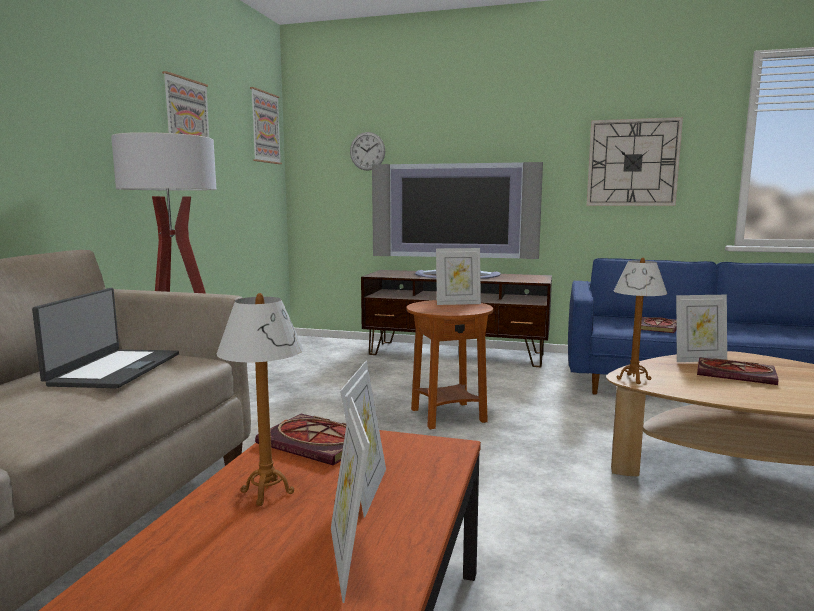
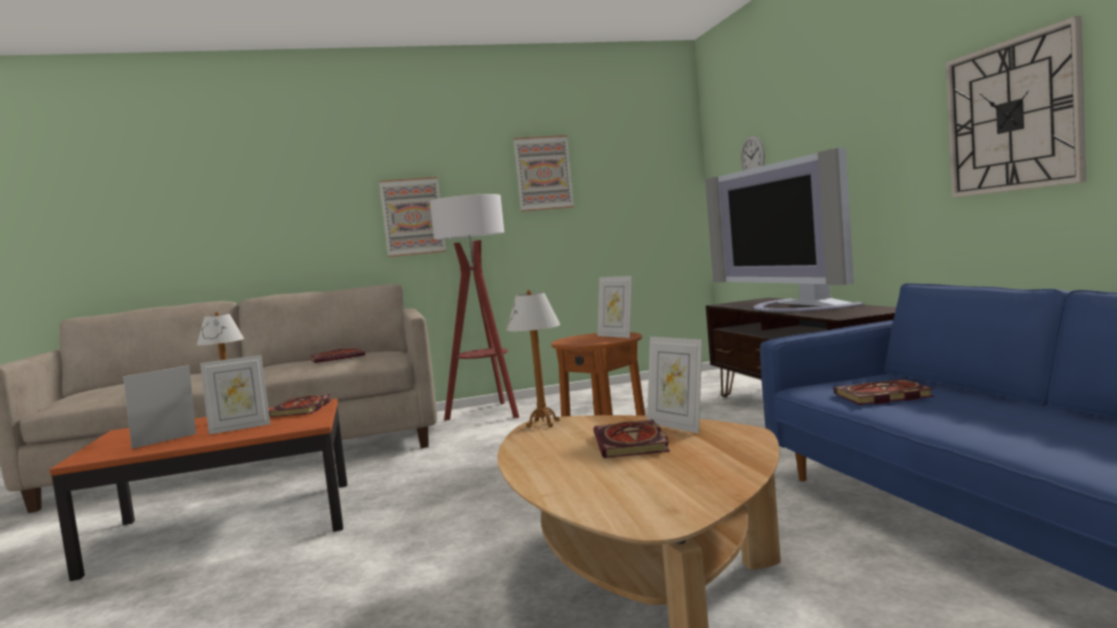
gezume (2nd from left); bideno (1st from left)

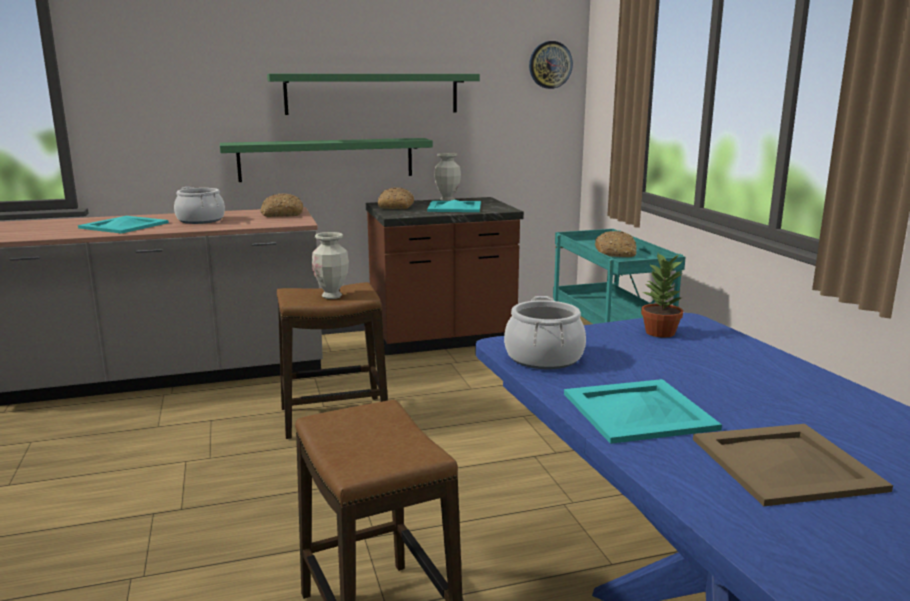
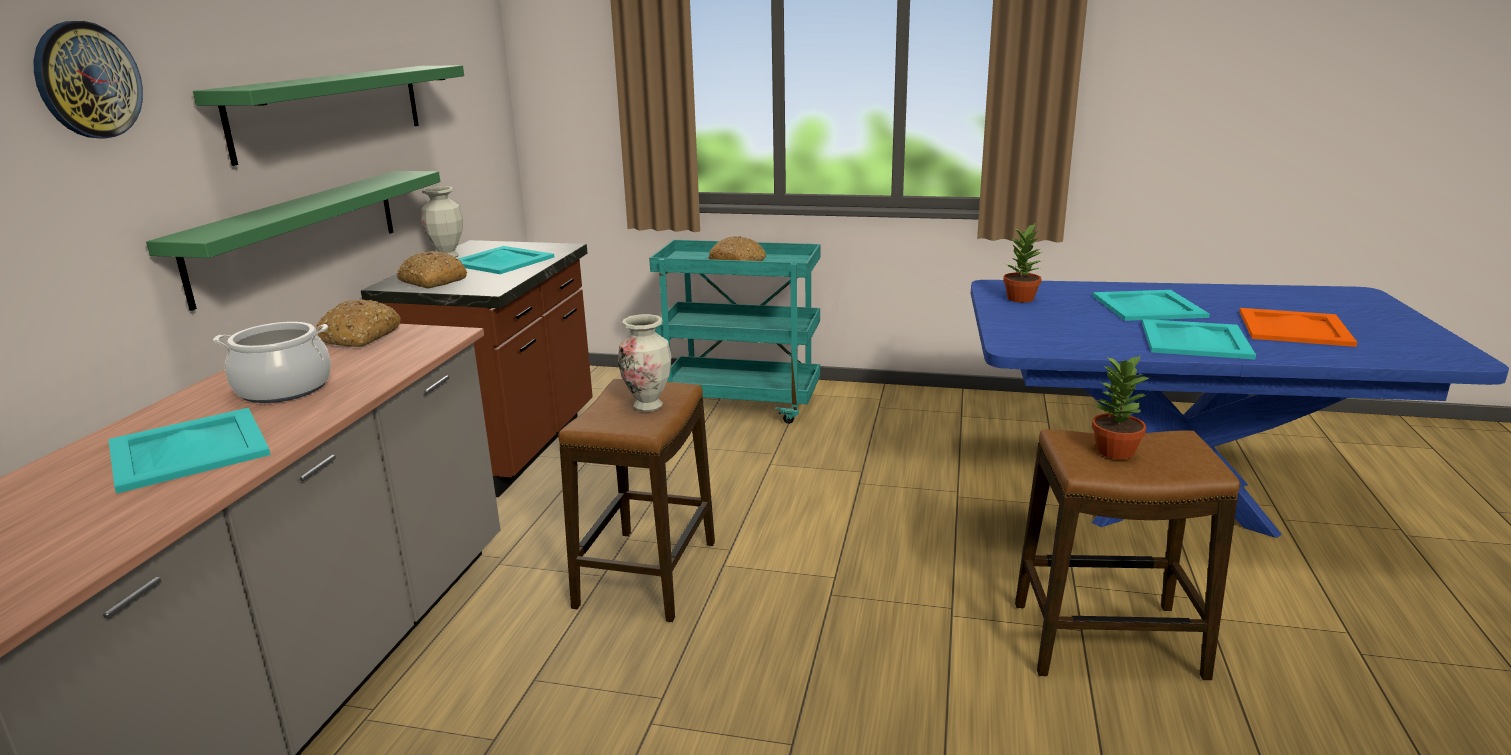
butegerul (2nd from left in the first image); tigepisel; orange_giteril; turquoise_giteril (3rd from left); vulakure (2nd from left)

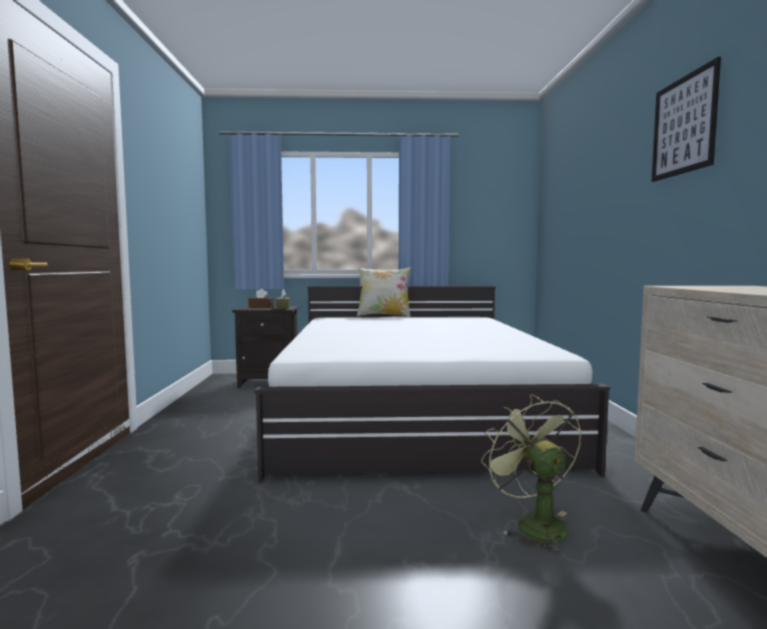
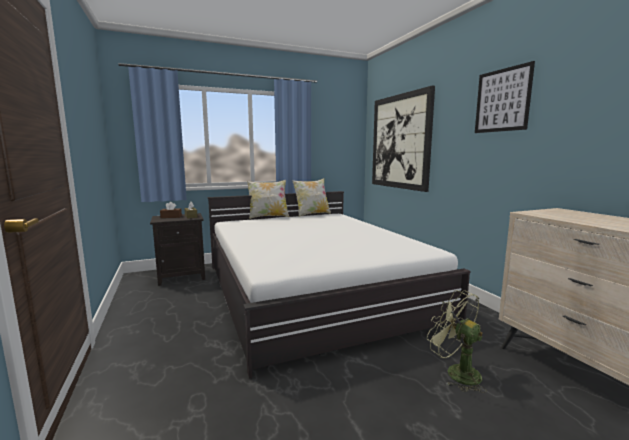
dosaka (2nd from left); bideno (1st from left)

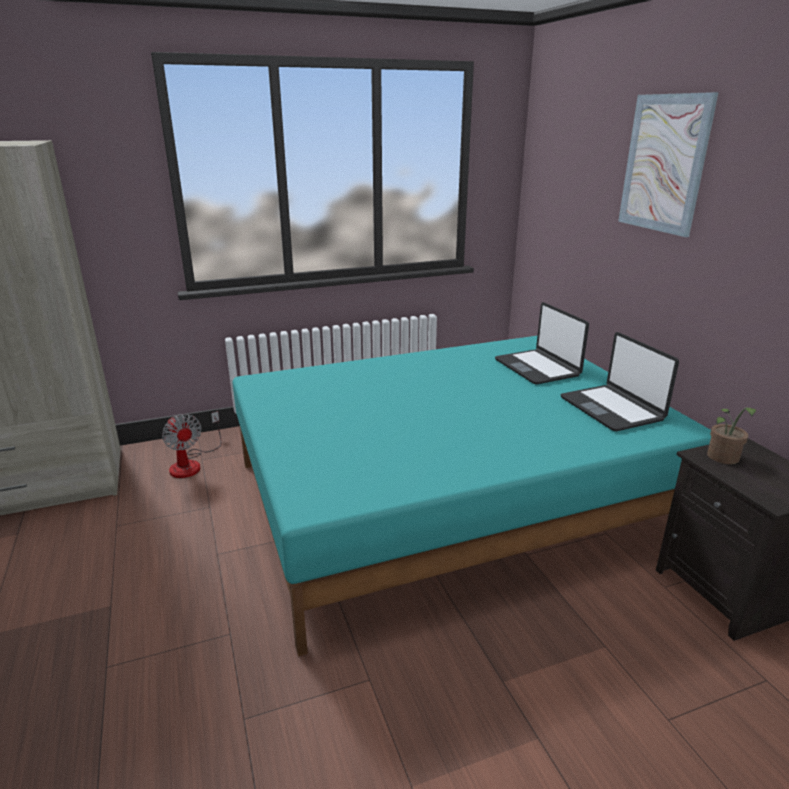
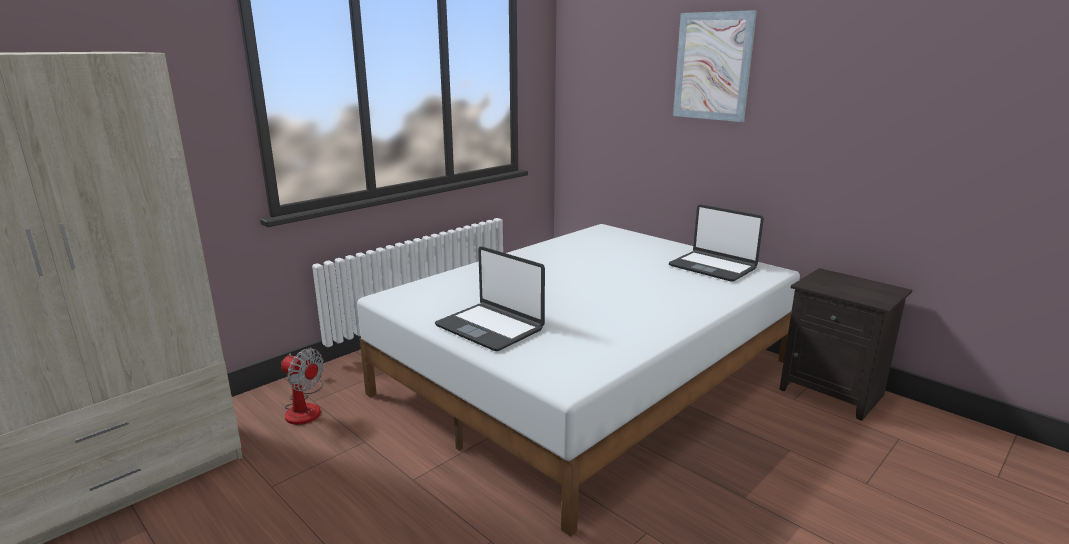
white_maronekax; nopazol (1st from left); vulakure

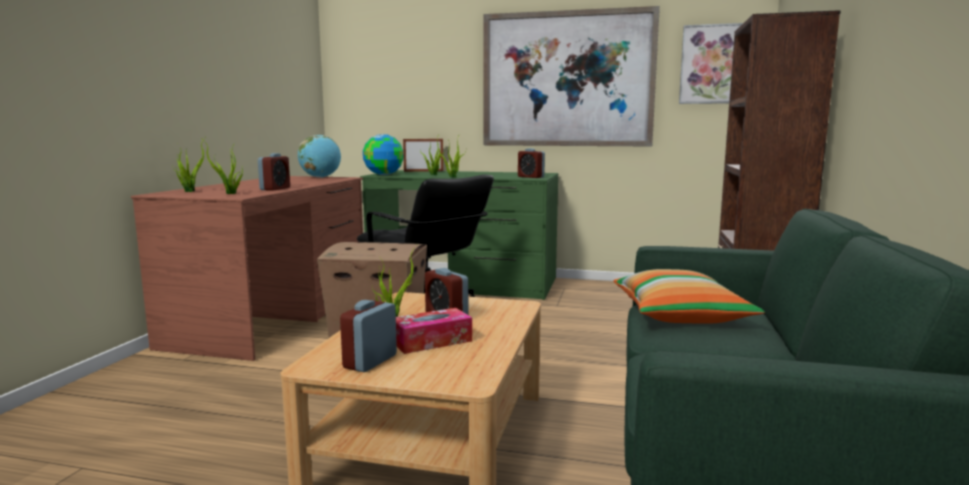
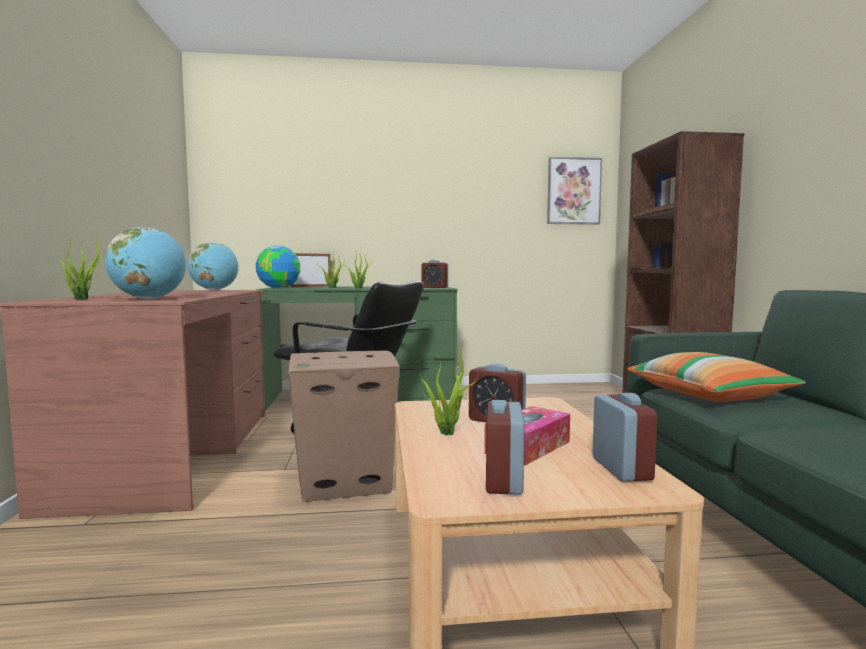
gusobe (1st from left); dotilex (4th from left); bideno (1st from left in the first image)

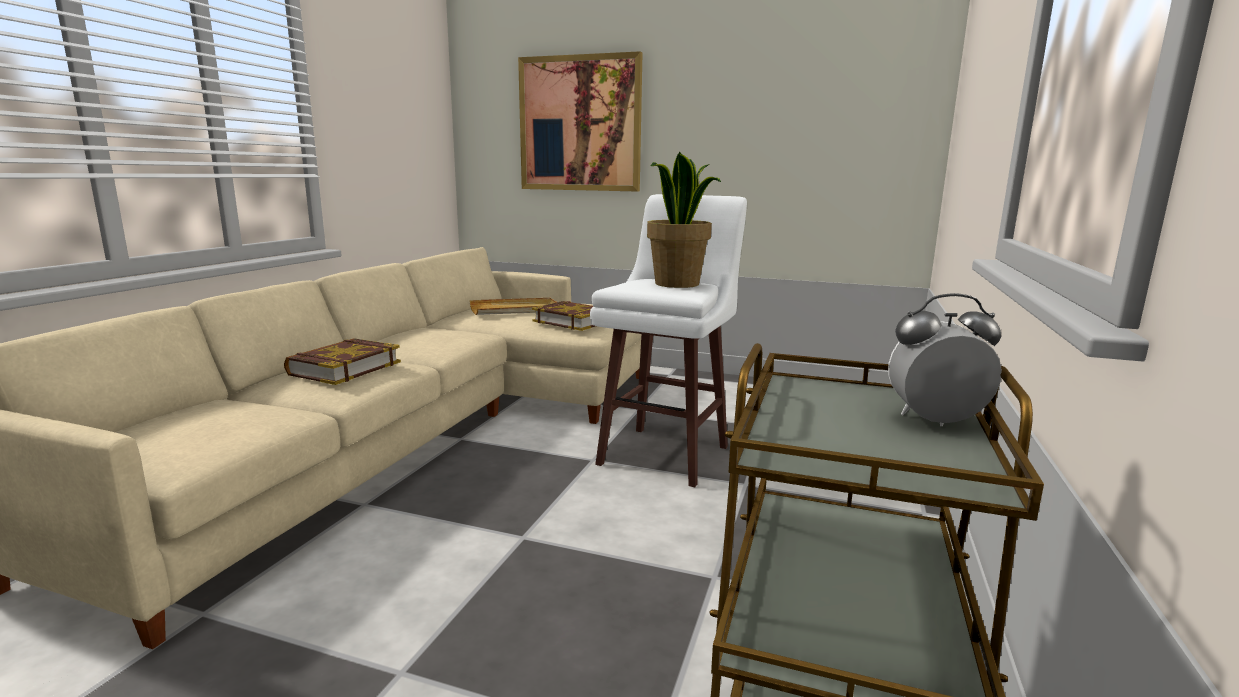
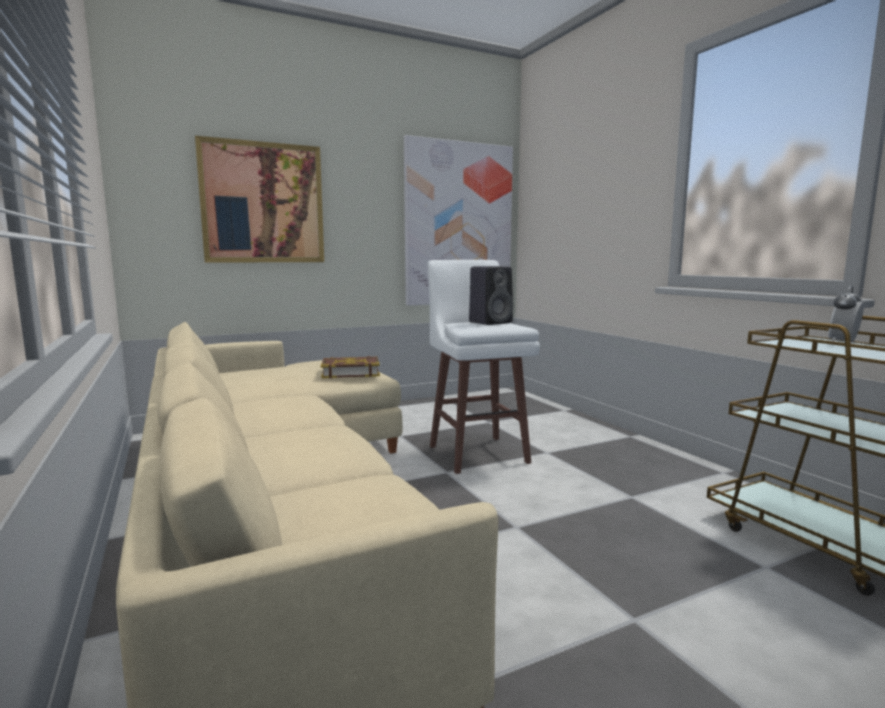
gezume (1st from left in the first image); beige_giteril; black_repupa; bideno (2nd from left)

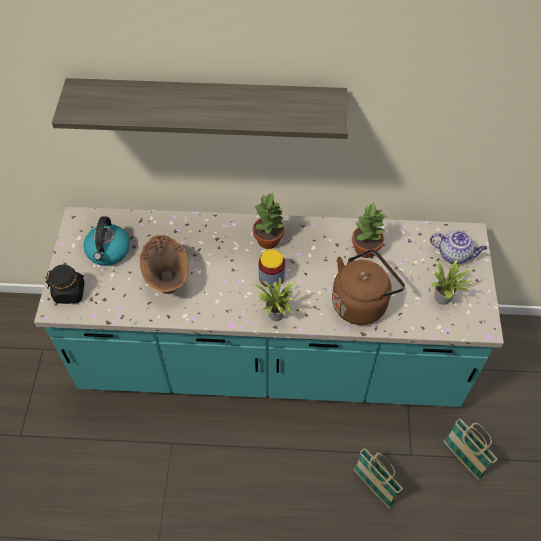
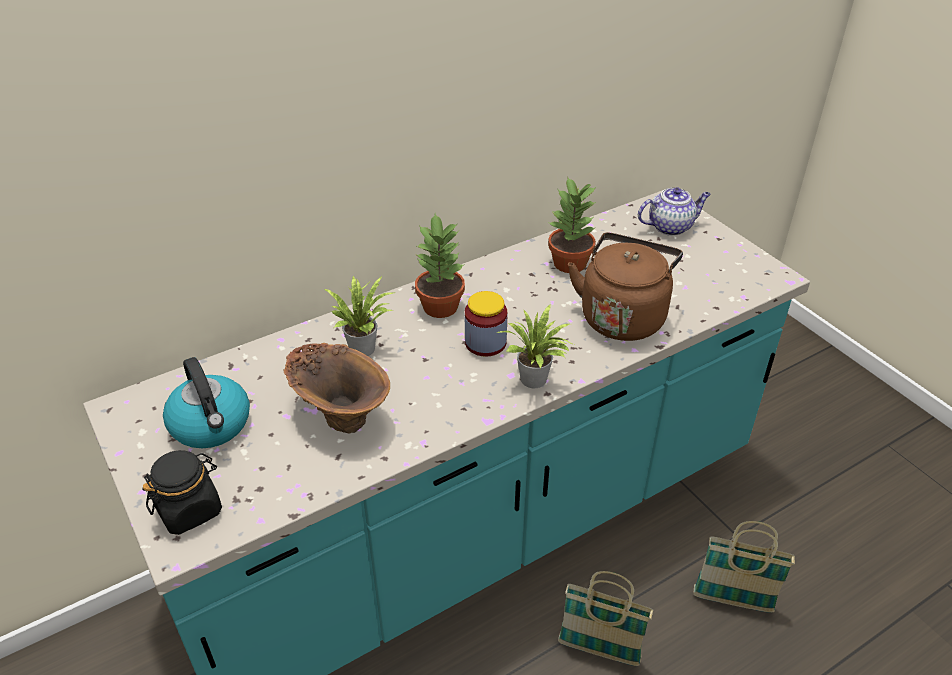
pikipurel; vulakure (1st from left); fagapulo (1st from left)

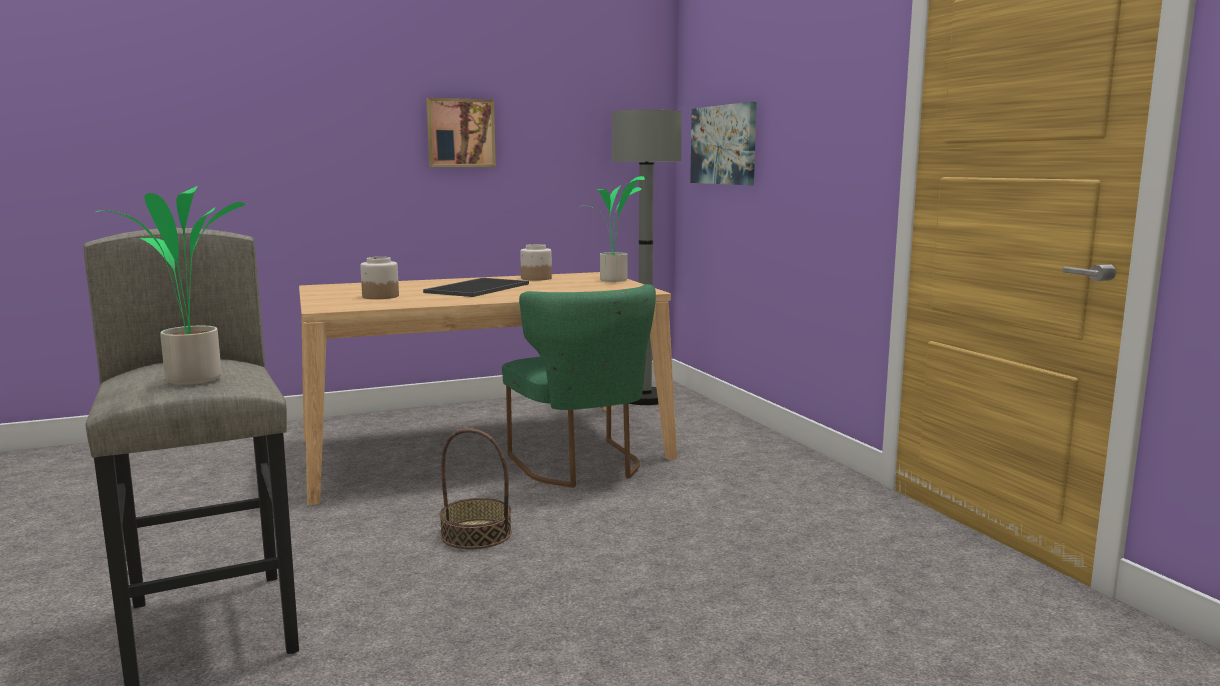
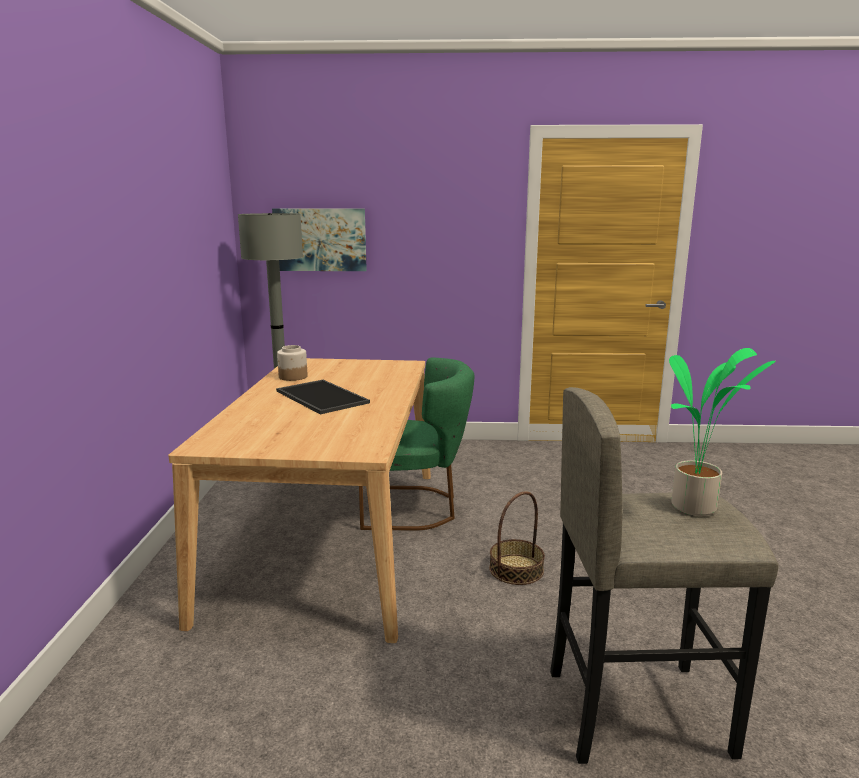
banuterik (1st from left in the first image); bideno (1st from left in the first image); vulakure (2nd from left in the first image)

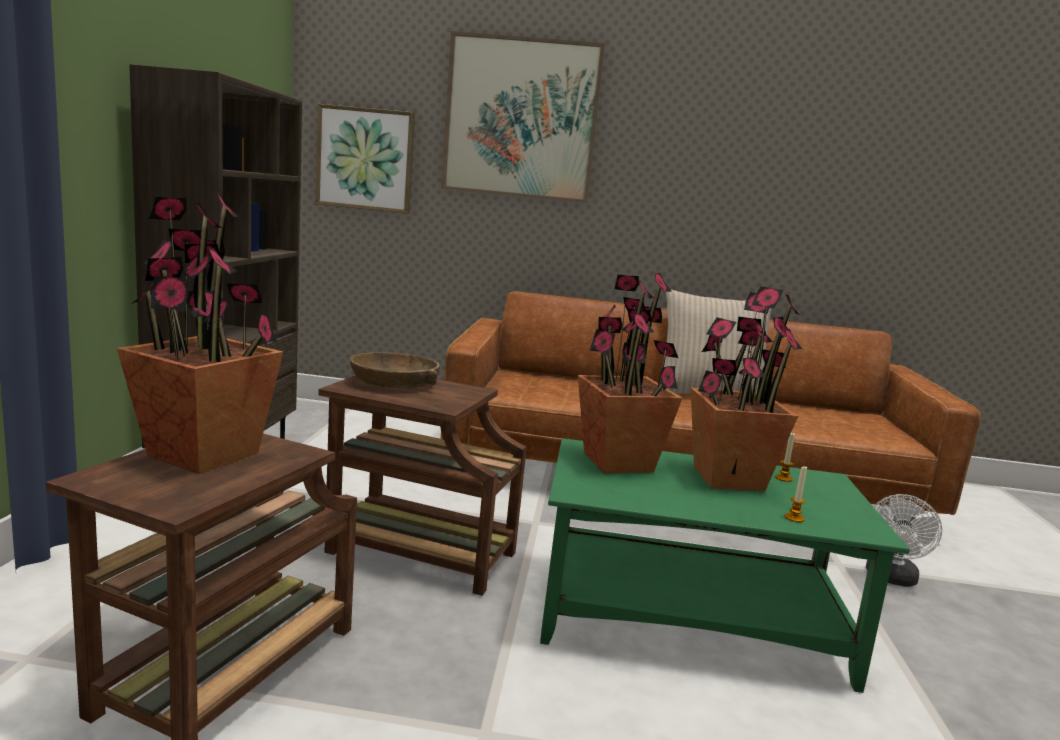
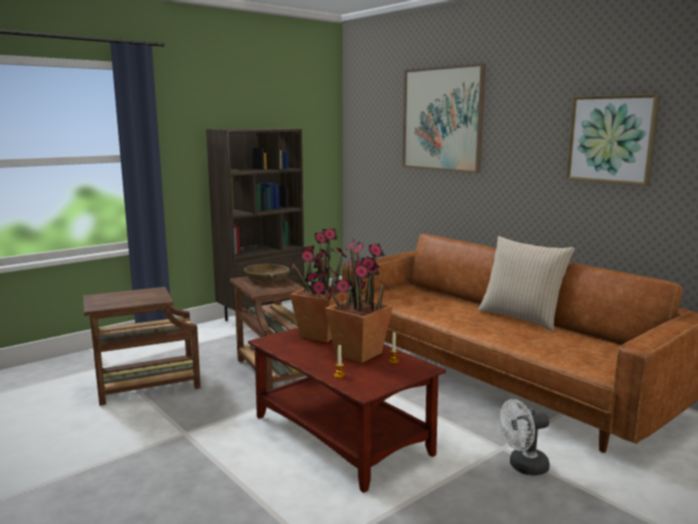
vulakure (1st from left in the first image); bideno (2nd from left); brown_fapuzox

